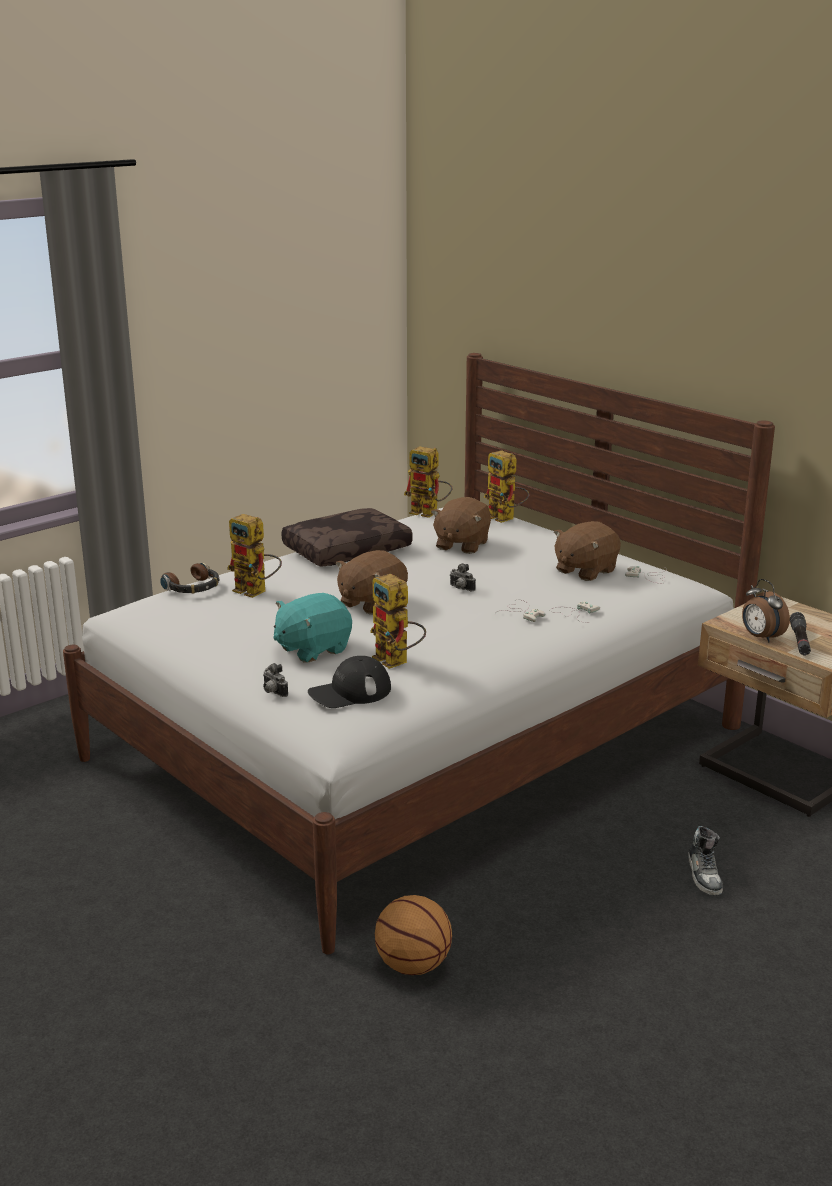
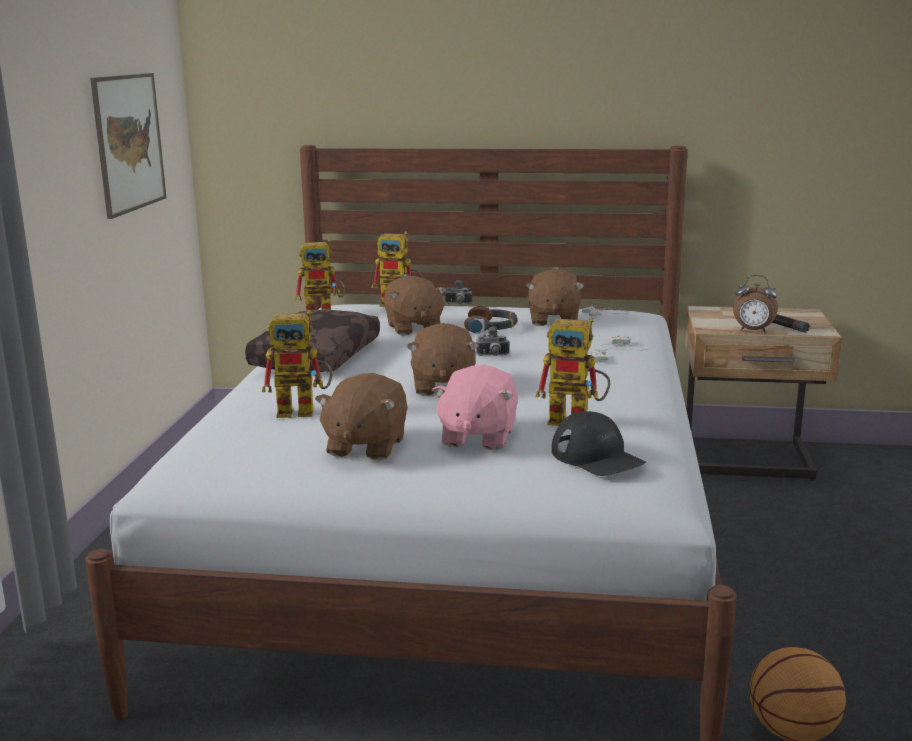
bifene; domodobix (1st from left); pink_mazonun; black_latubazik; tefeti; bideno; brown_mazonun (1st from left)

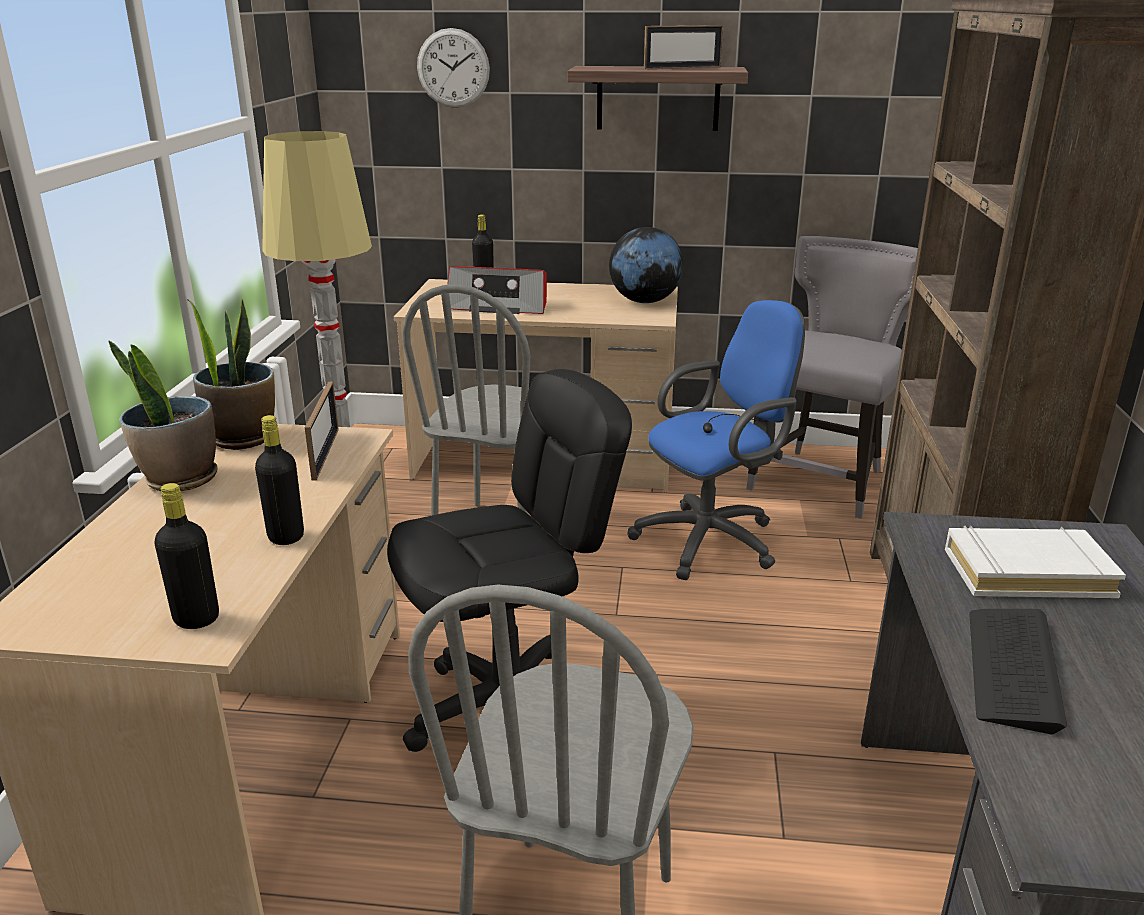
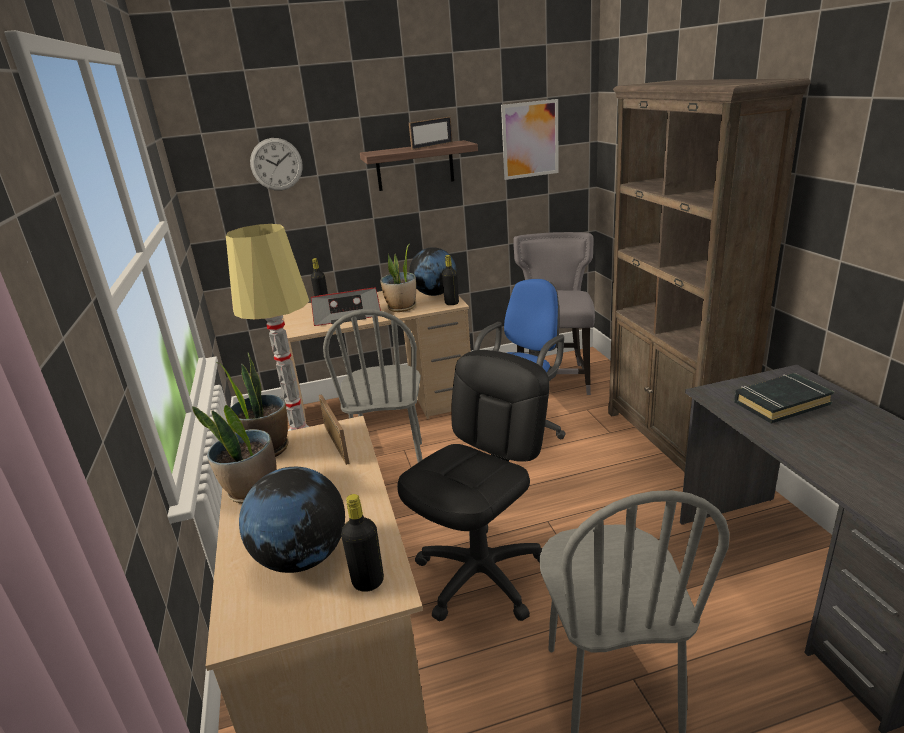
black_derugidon (3rd from left); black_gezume; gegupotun; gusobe (1st from left); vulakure (3rd from left); bideno

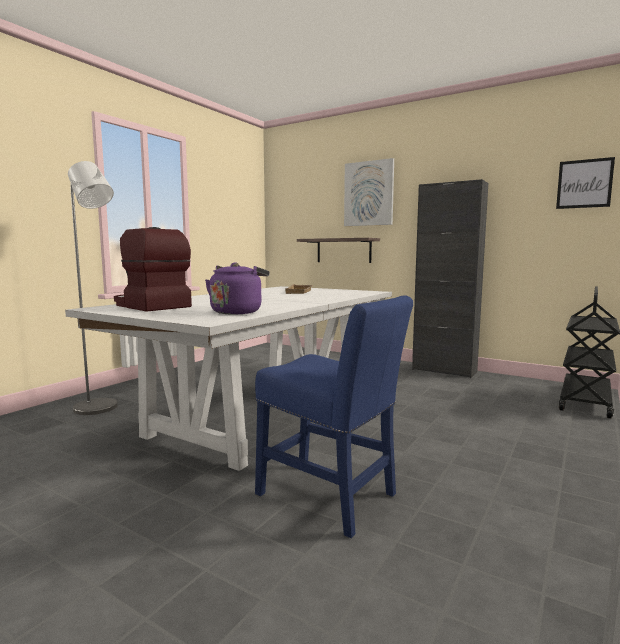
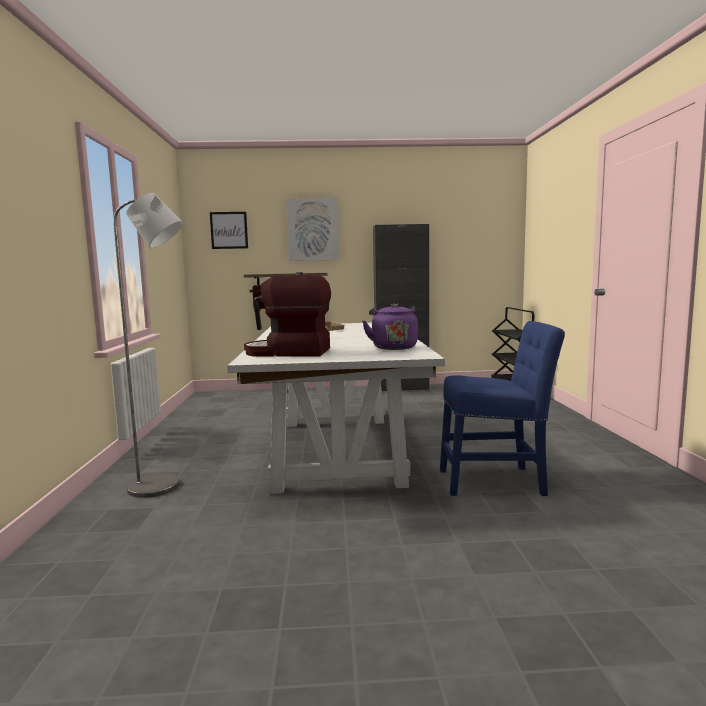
bideno (1st from left)

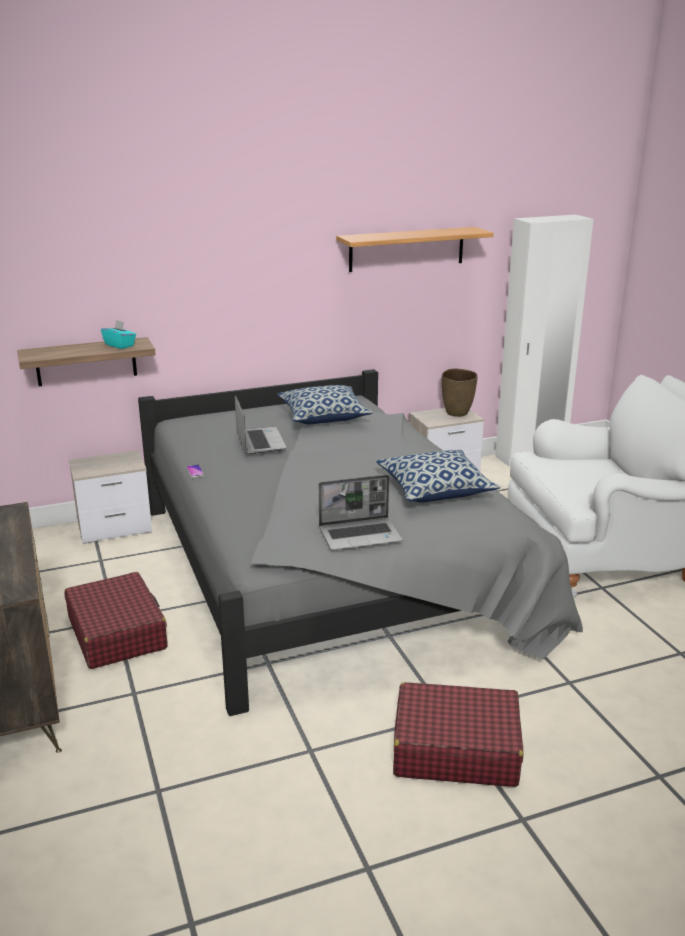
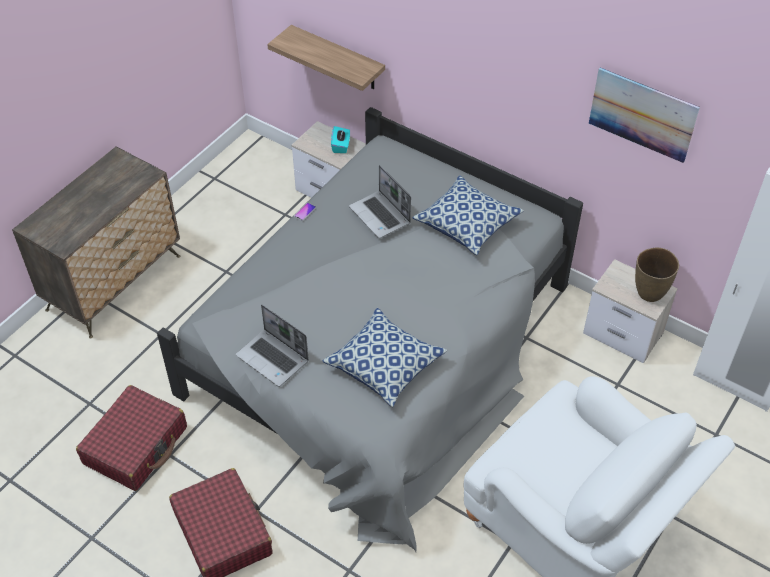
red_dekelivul (1st from left); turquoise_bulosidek; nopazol (2nd from left); bideno

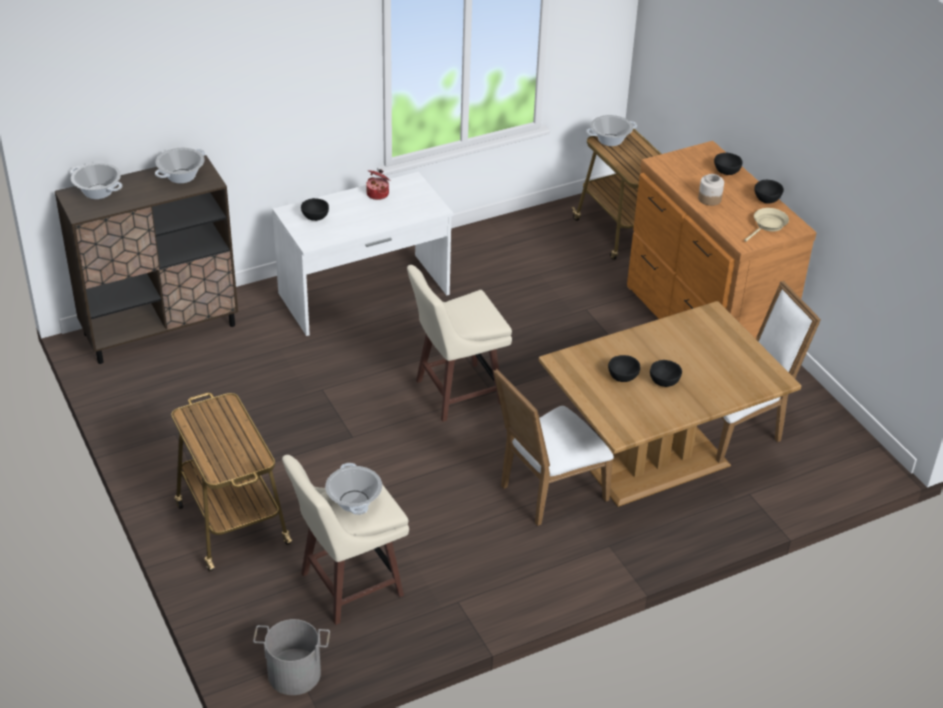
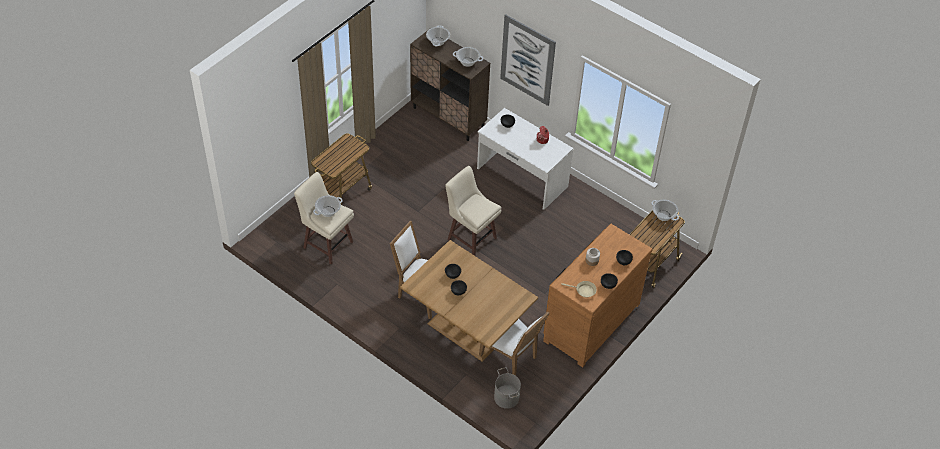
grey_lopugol; bideno

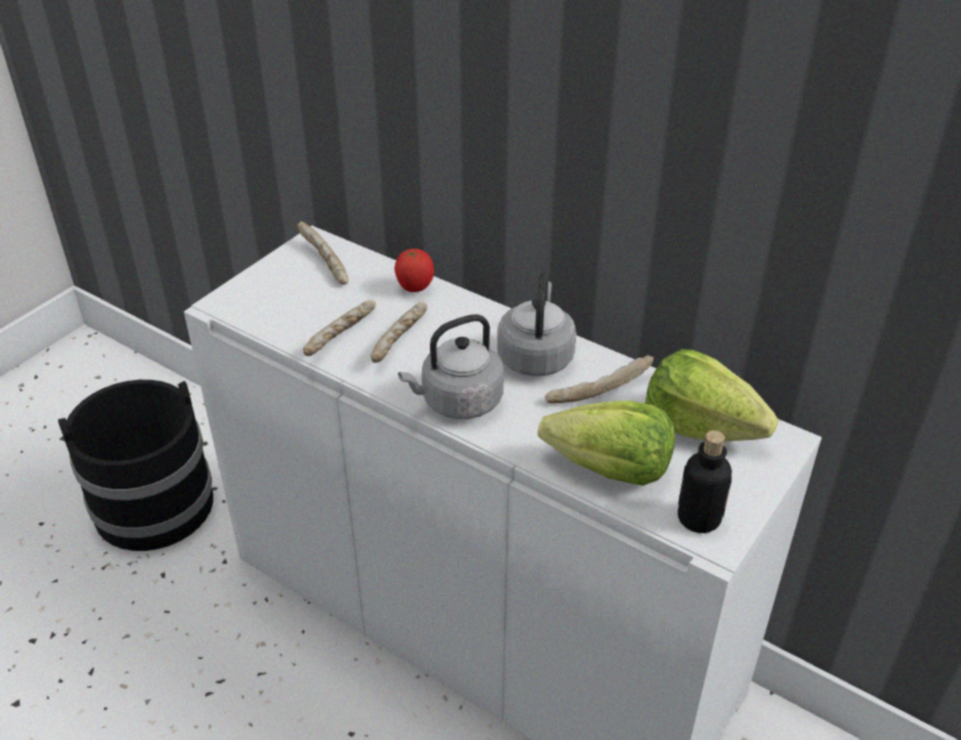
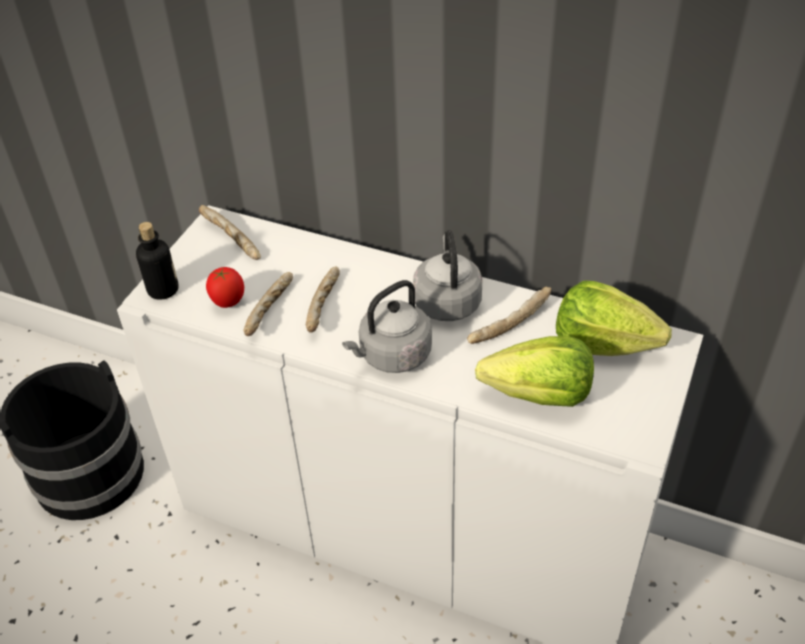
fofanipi; derugidon

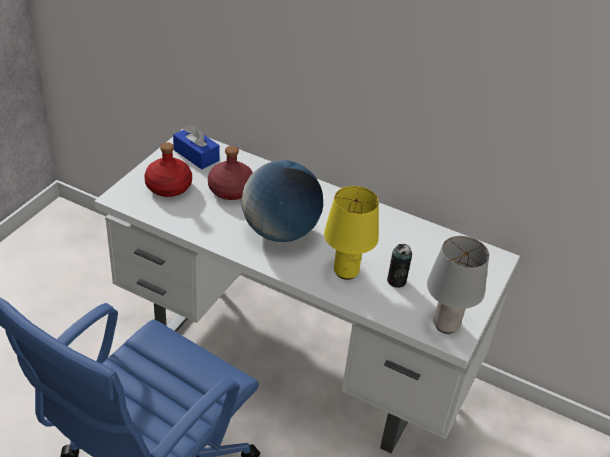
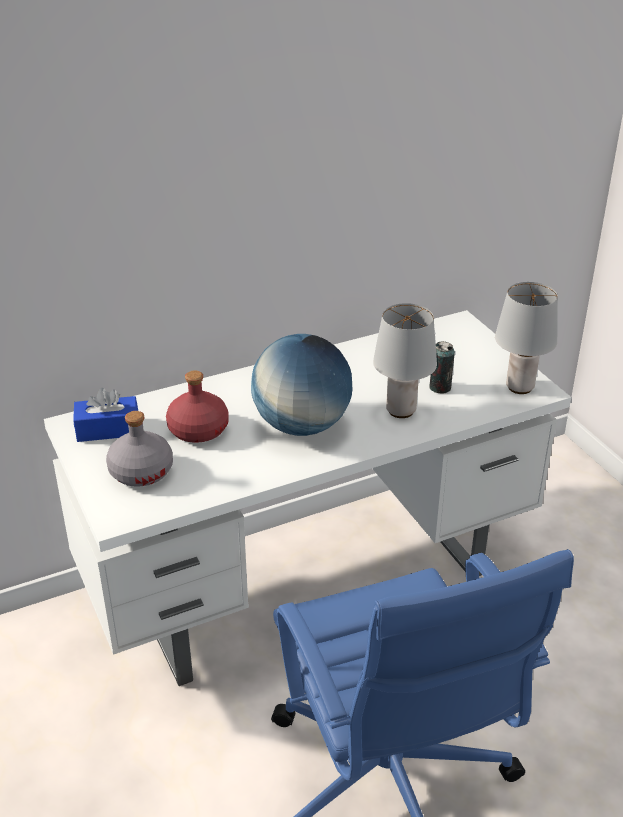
grey_derugidon; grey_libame (1st from left)

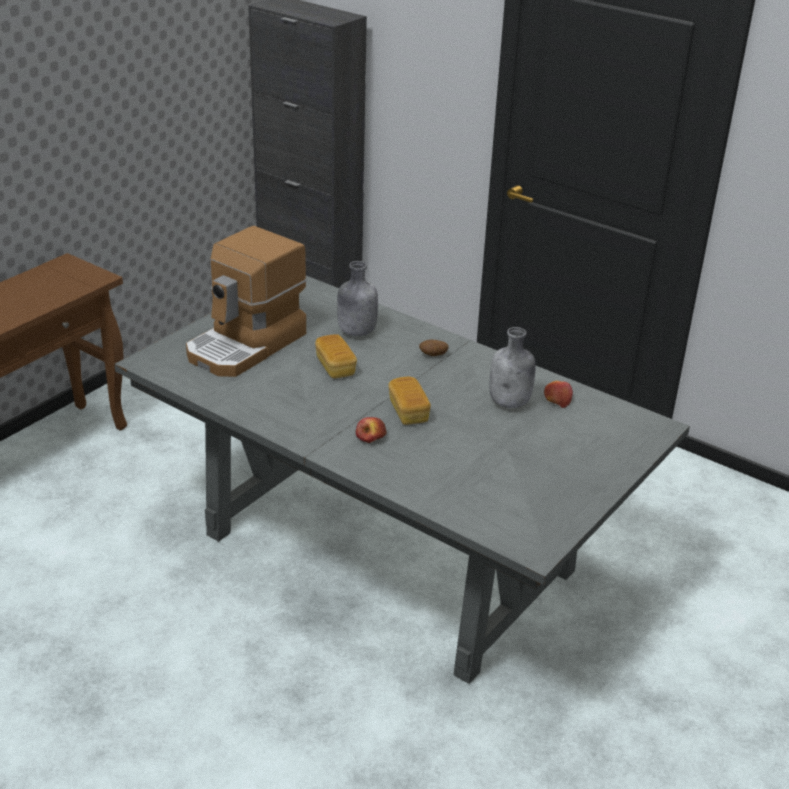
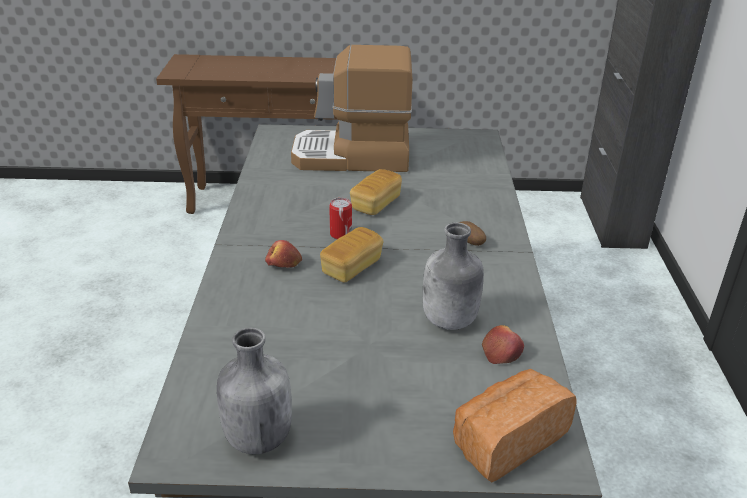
grey_derugidon (1st from left); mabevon; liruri (3rd from left)

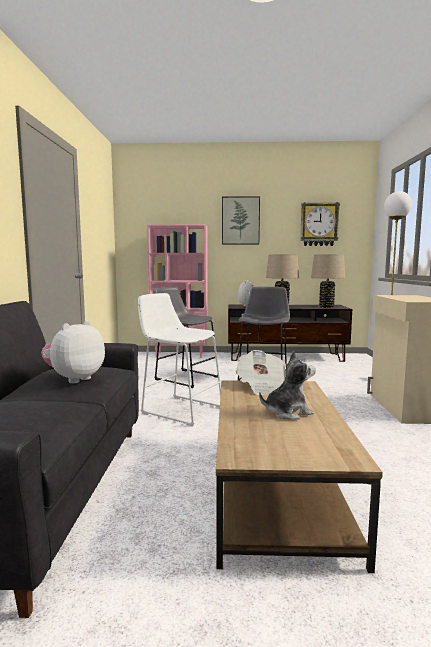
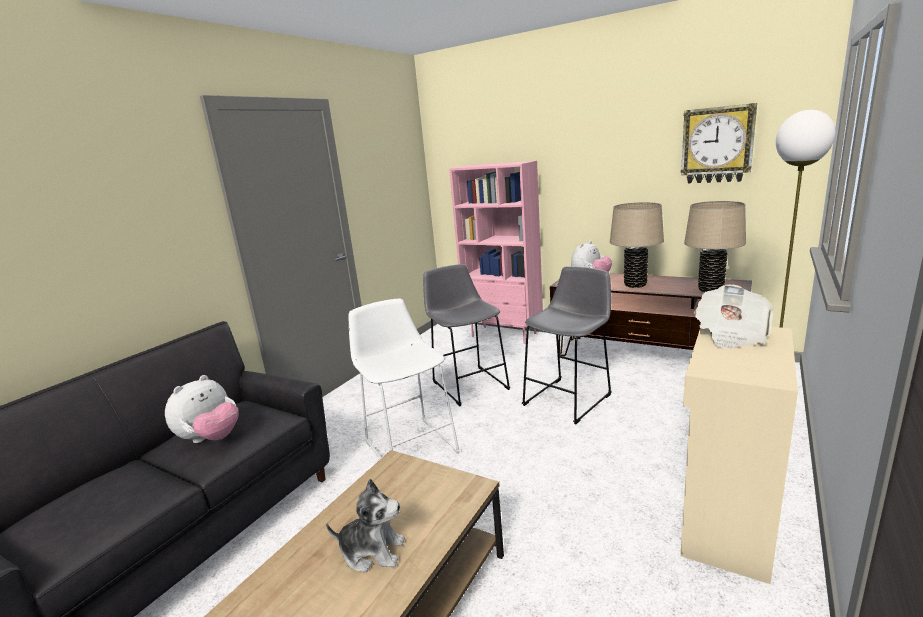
mazonun (1st from left); bideno; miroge

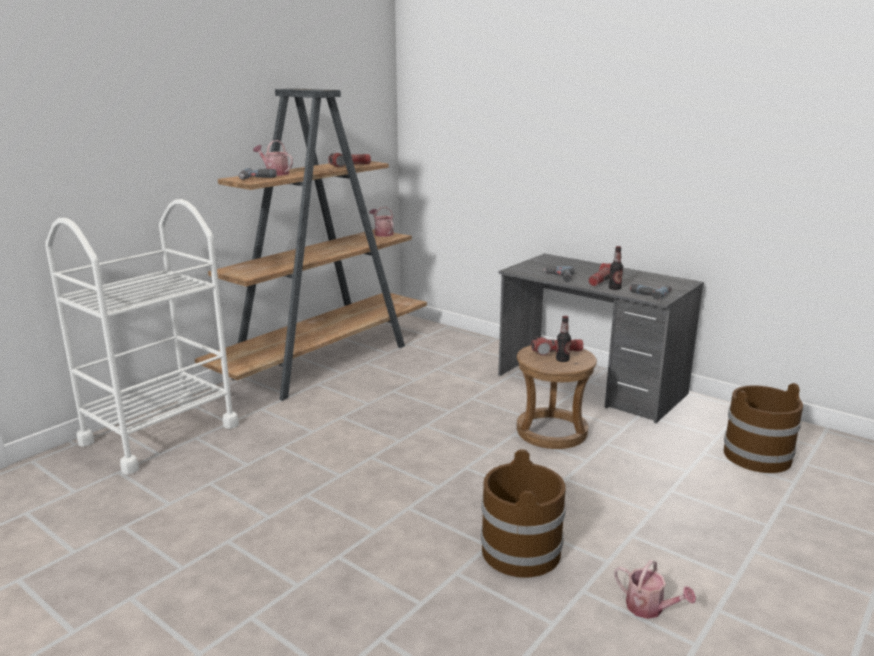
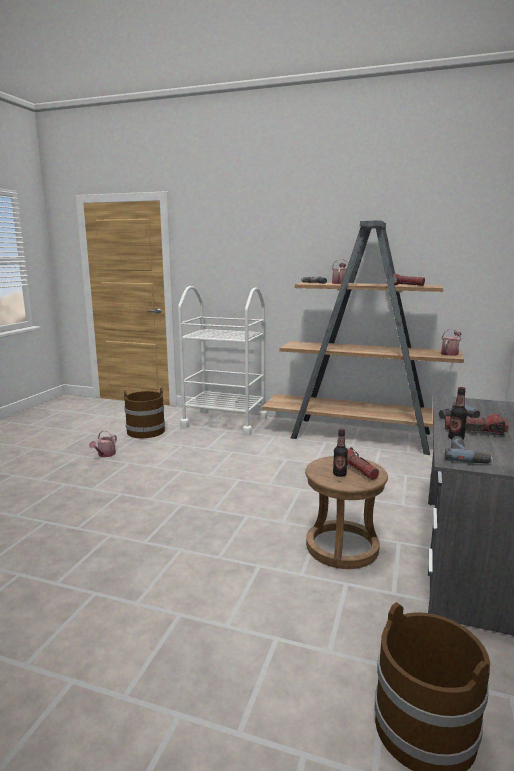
brown_lopugol (1st from left); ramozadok (1st from left)

